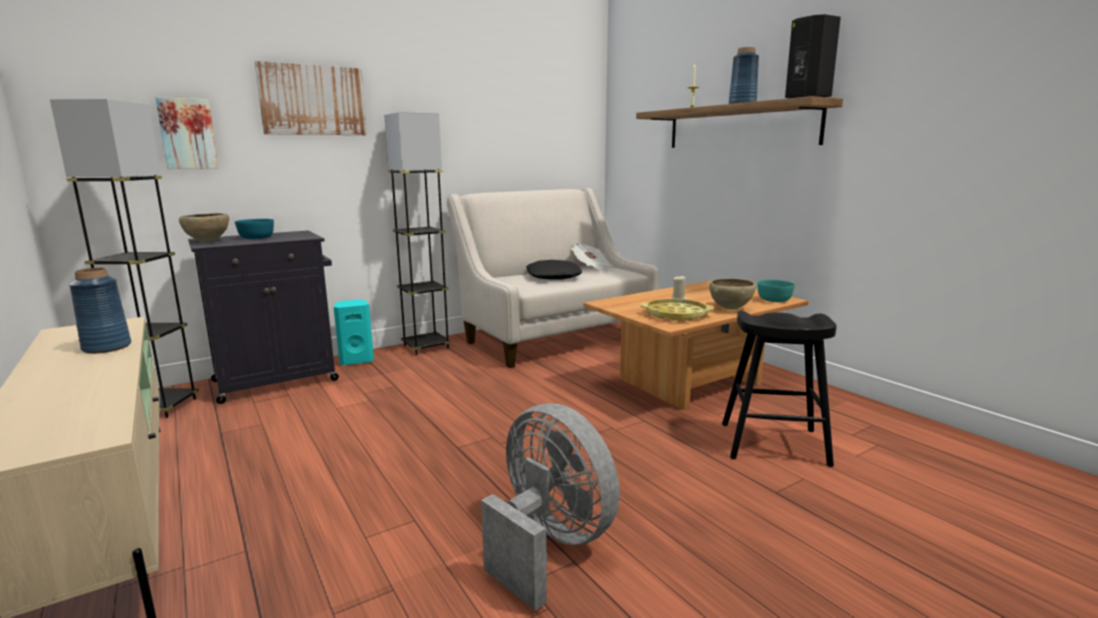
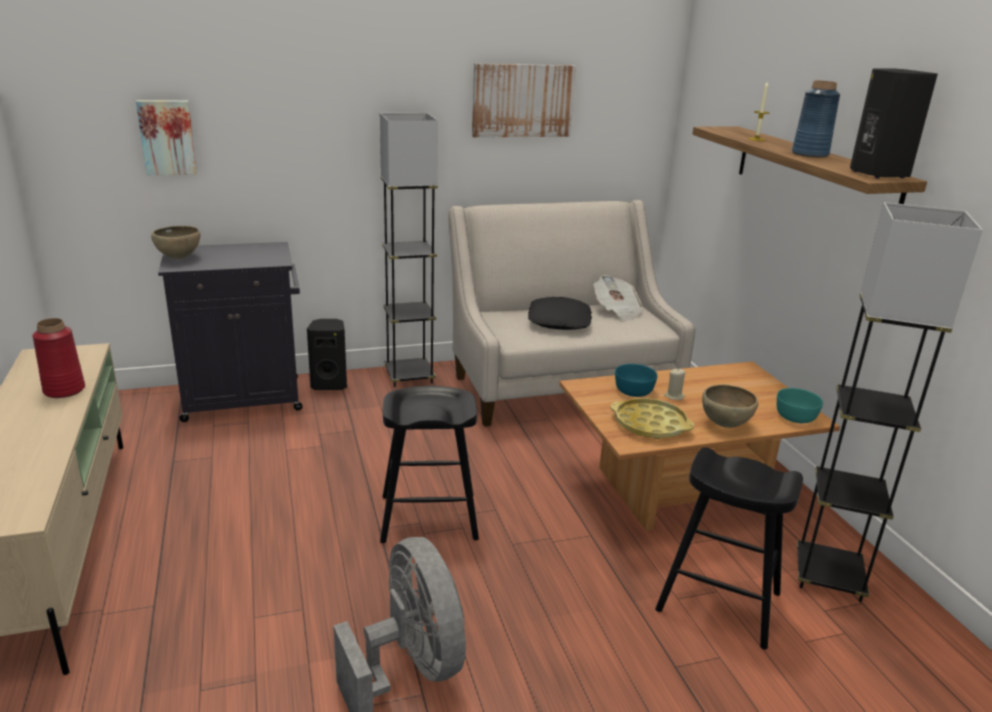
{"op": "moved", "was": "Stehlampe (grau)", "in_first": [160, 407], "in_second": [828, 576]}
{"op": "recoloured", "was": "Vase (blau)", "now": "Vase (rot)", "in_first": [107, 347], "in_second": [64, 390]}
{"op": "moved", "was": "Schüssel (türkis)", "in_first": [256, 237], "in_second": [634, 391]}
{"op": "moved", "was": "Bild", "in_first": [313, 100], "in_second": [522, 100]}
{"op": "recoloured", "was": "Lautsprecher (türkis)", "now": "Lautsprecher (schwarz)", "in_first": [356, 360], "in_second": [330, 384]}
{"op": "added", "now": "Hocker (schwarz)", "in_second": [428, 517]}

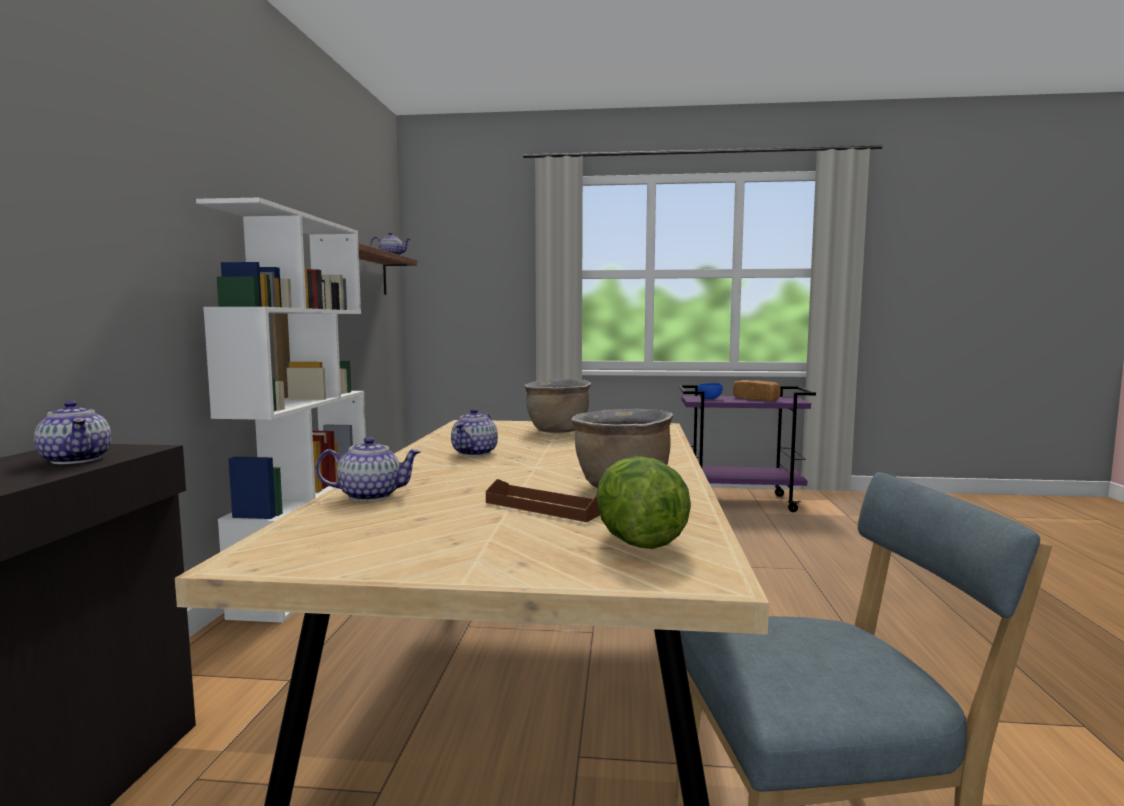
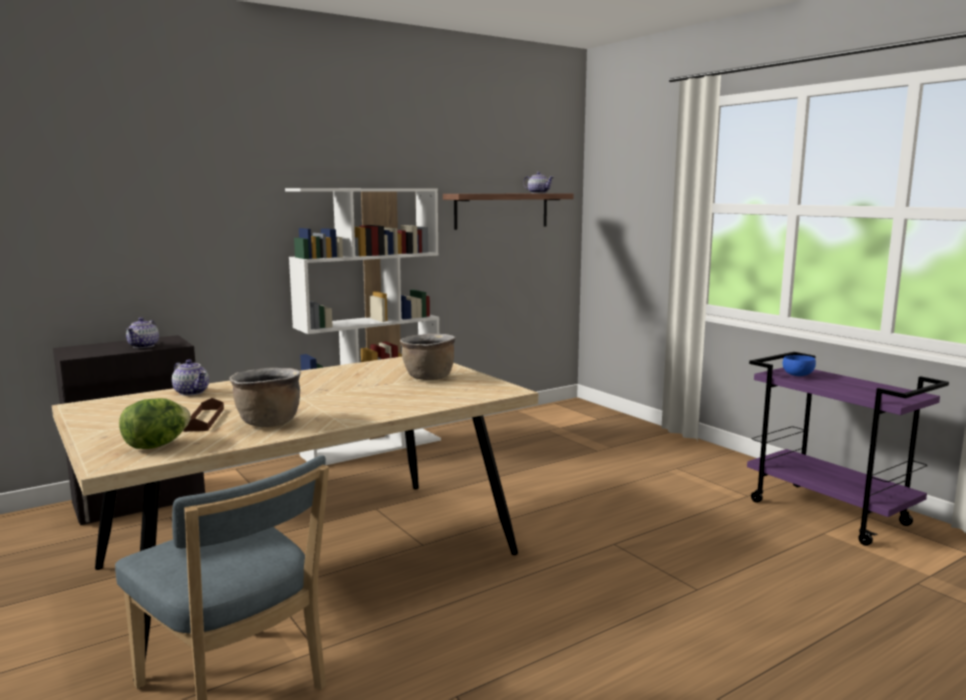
{"op": "removed", "was": "Teekanne", "in_first": [475, 453]}
{"op": "removed", "was": "Brot", "in_first": [756, 399]}

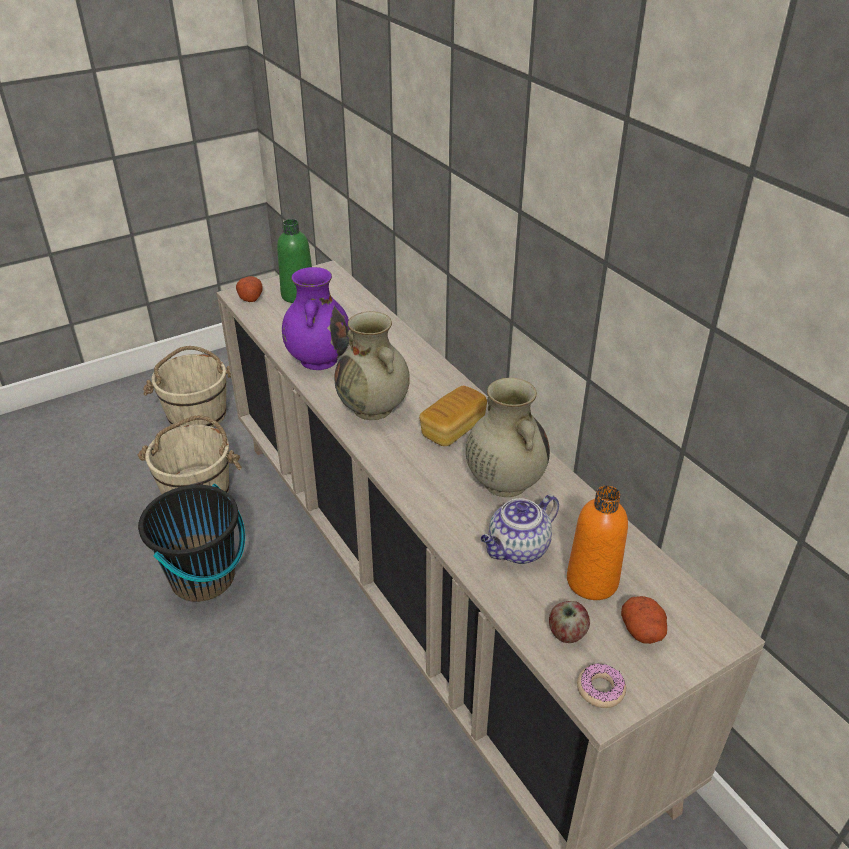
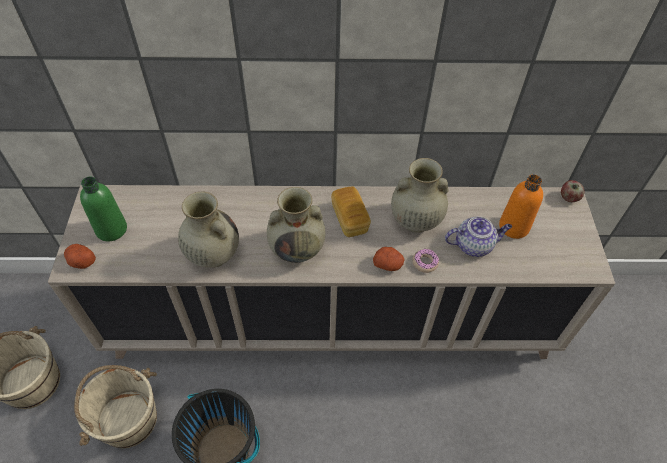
{"op": "recoloured", "was": "Vase (lila)", "now": "Vase (beige)", "in_first": [319, 359], "in_second": [212, 254]}
{"op": "turned", "was": "Teekanne", "in_first": [517, 550], "in_second": [474, 245], "clockwise": -90}
{"op": "moved", "was": "Apfel", "in_first": [566, 633], "in_second": [568, 198]}
{"op": "moved", "was": "Donut", "in_first": [600, 689], "in_second": [425, 262]}
{"op": "moved", "was": "Kartoffel", "in_first": [643, 631], "in_second": [388, 264]}

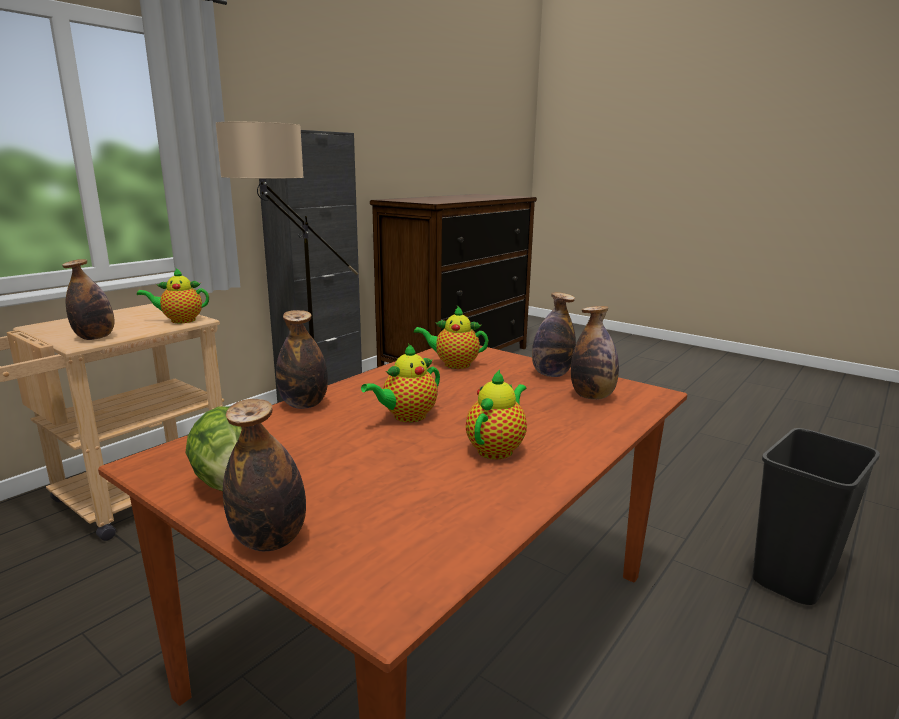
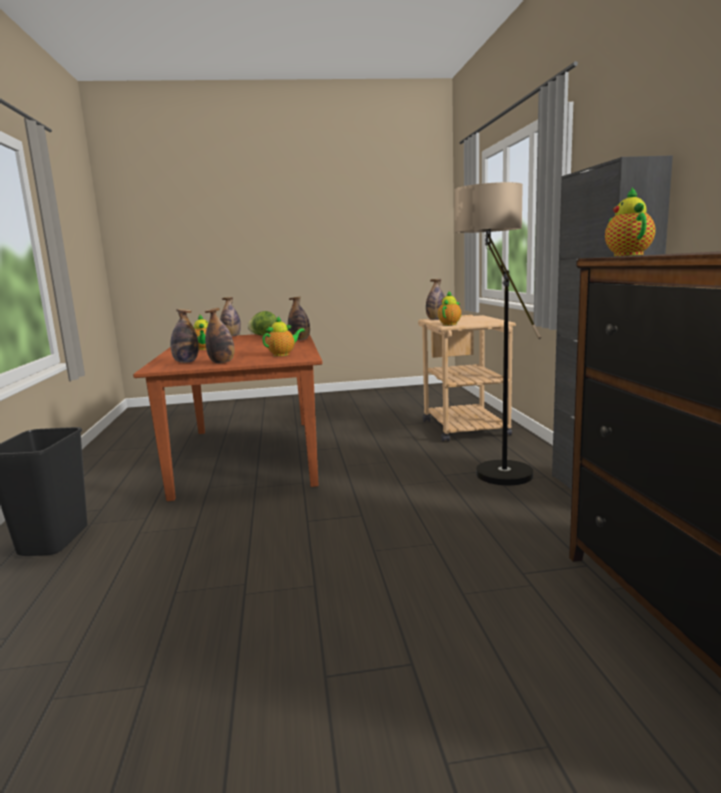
{"op": "moved", "was": "Teekanne", "in_first": [406, 417], "in_second": [626, 255]}

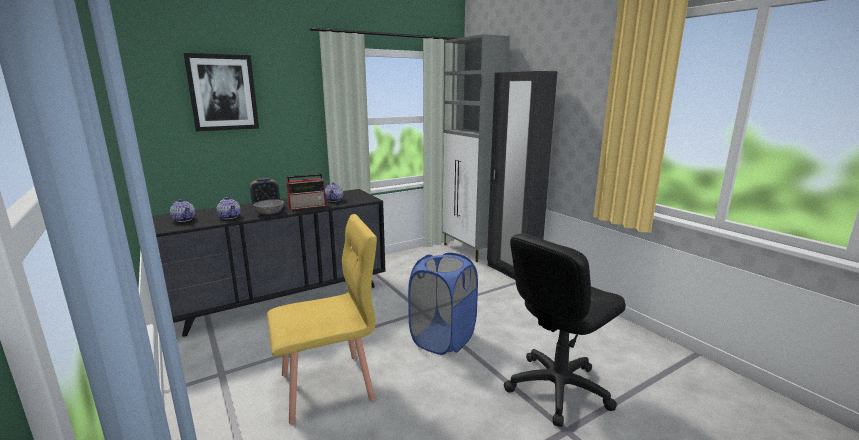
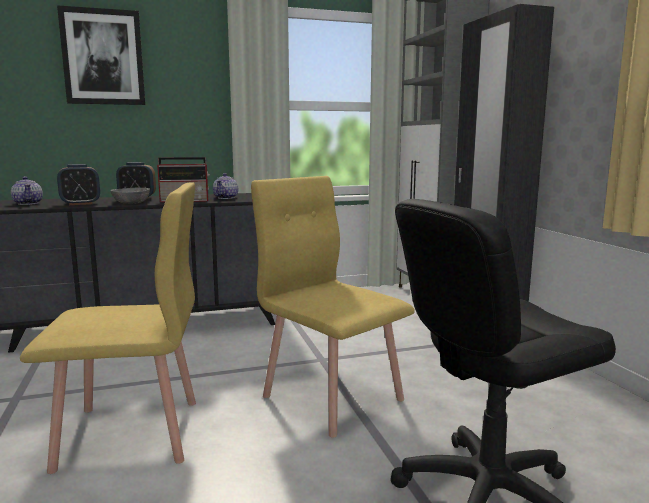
{"op": "replaced", "was": "Teekanne", "now": "Wecker", "in_first": [230, 217], "in_second": [80, 204]}
{"op": "replaced", "was": "Wäschekorb (blau)", "now": "Stuhl (gelb)", "in_first": [443, 339], "in_second": [332, 397]}

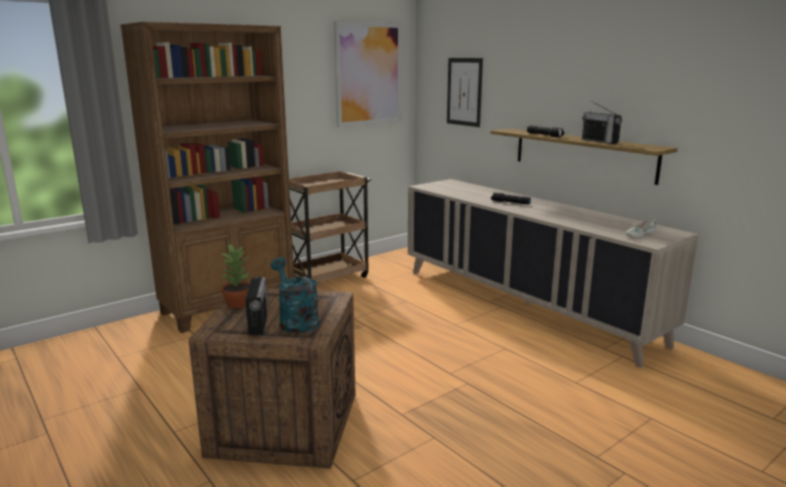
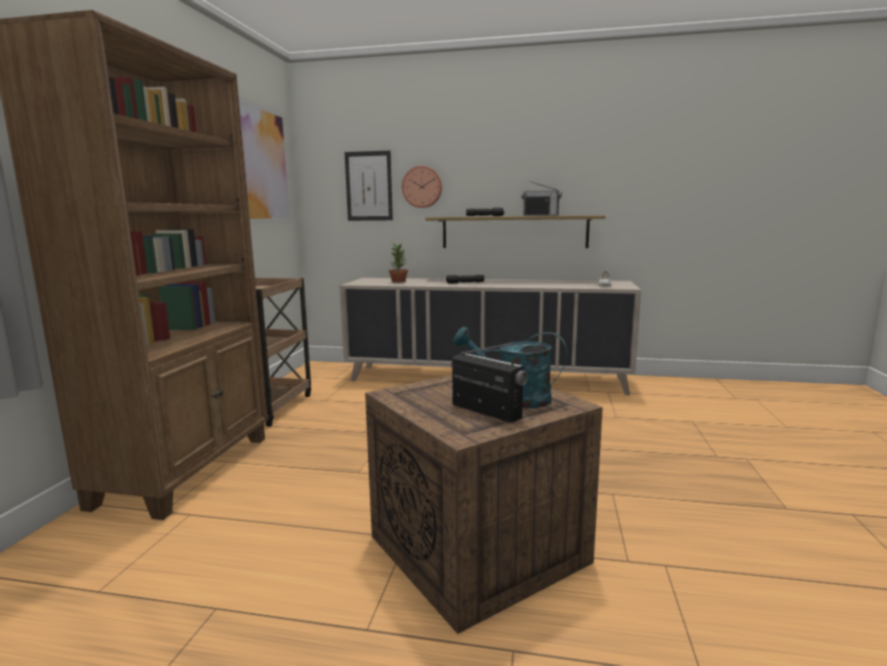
{"op": "moved", "was": "Topfpflanze", "in_first": [238, 303], "in_second": [398, 281]}
{"op": "added", "now": "Wanduhr", "in_second": [422, 187]}

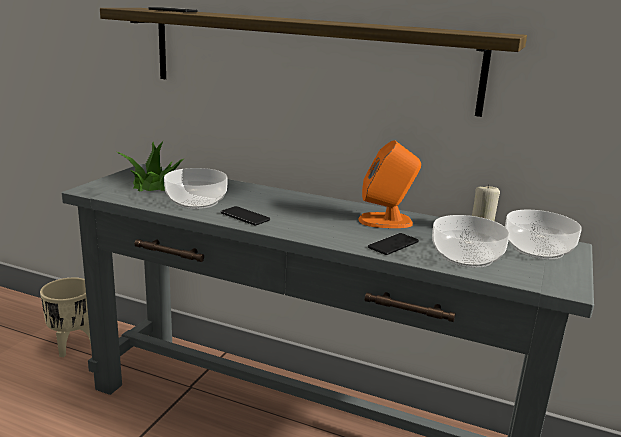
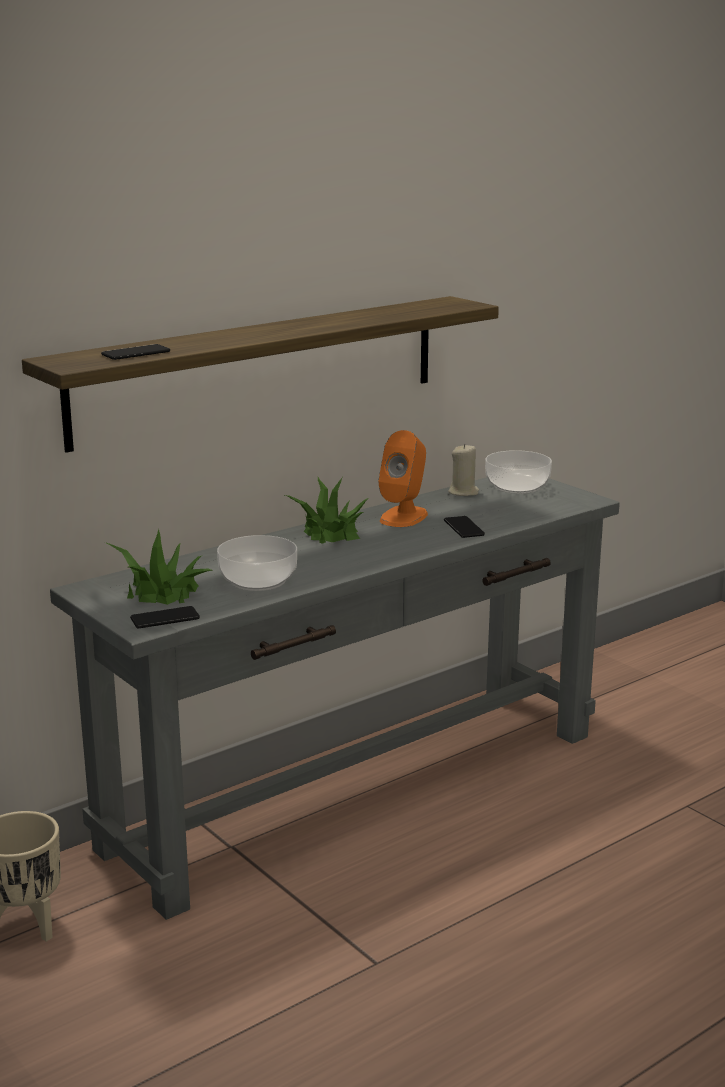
{"op": "moved", "was": "Handy", "in_first": [245, 216], "in_second": [165, 618]}
{"op": "removed", "was": "Schüssel", "in_first": [466, 257]}
{"op": "added", "now": "Topfpflanze", "in_second": [331, 532]}

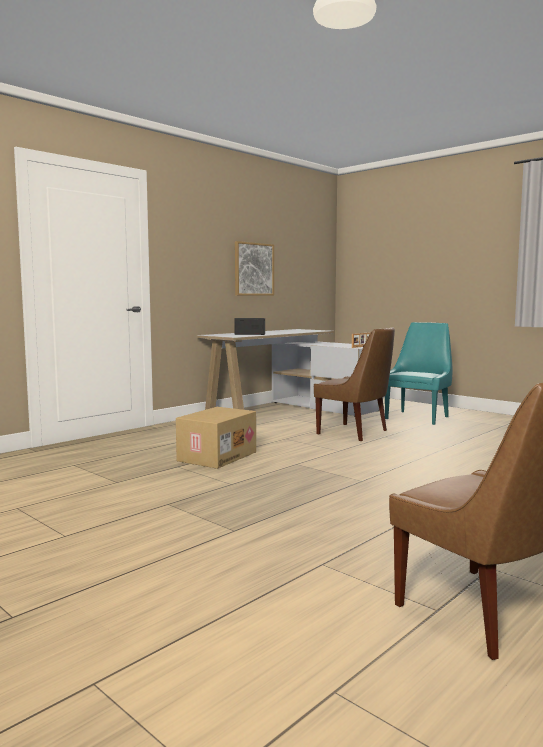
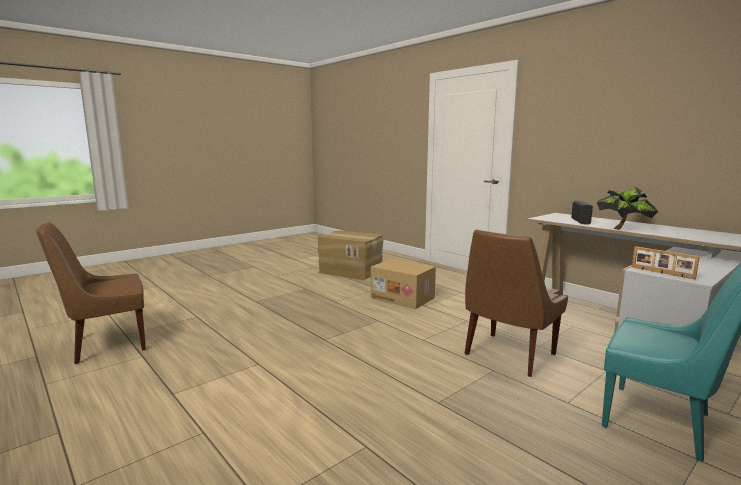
{"op": "removed", "was": "Bild", "in_first": [253, 269]}
{"op": "added", "now": "Karton", "in_second": [351, 271]}
{"op": "added", "now": "Topfpflanze", "in_second": [623, 229]}

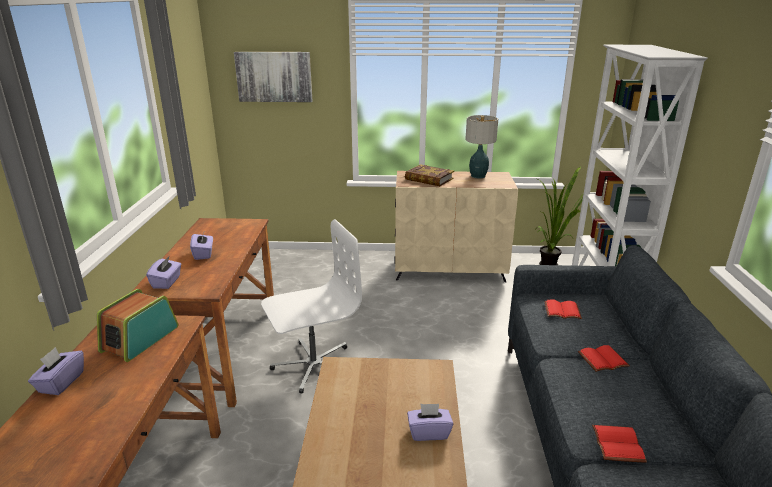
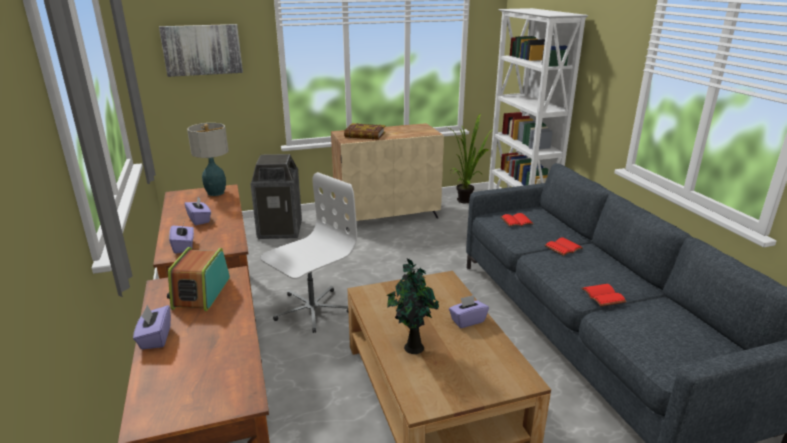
{"op": "moved", "was": "Tischlampe", "in_first": [477, 176], "in_second": [215, 193]}
{"op": "added", "now": "Mülleimer", "in_second": [280, 230]}
{"op": "added", "now": "Topfpflanze", "in_second": [412, 347]}

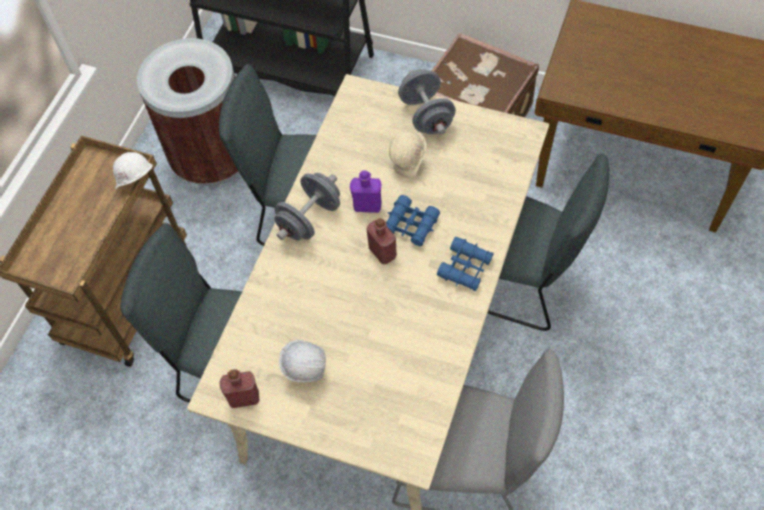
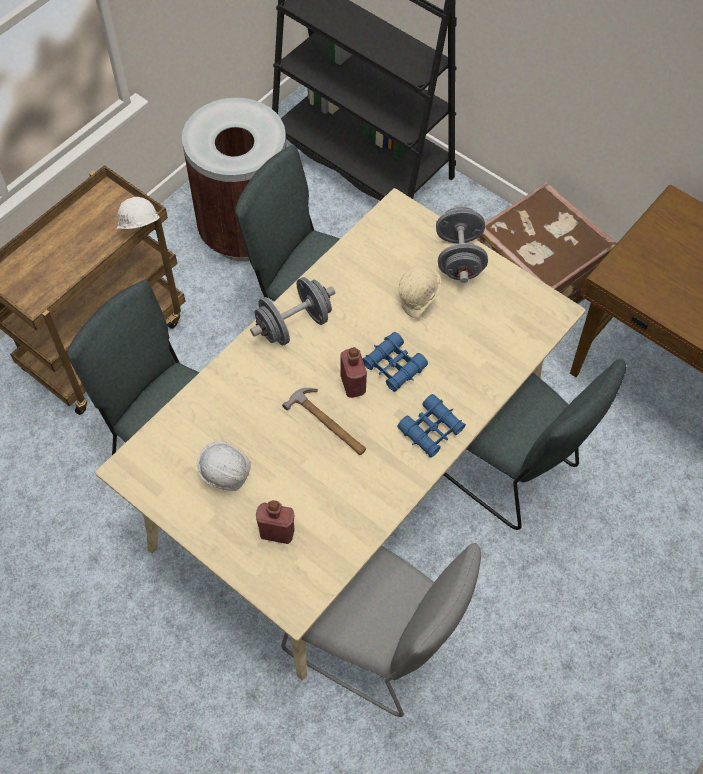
{"op": "moved", "was": "Flasche (rot)", "in_first": [244, 398], "in_second": [277, 532]}
{"op": "removed", "was": "Flasche (lila)", "in_first": [367, 206]}
{"op": "added", "now": "Hammer", "in_second": [328, 424]}

